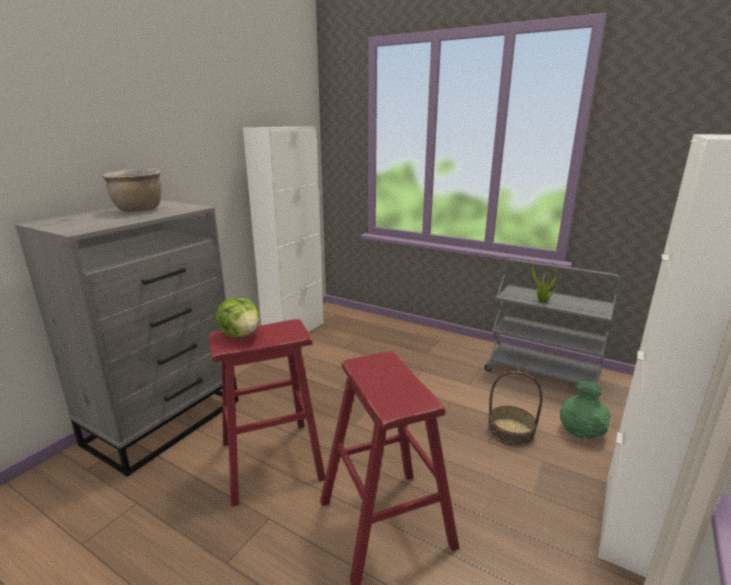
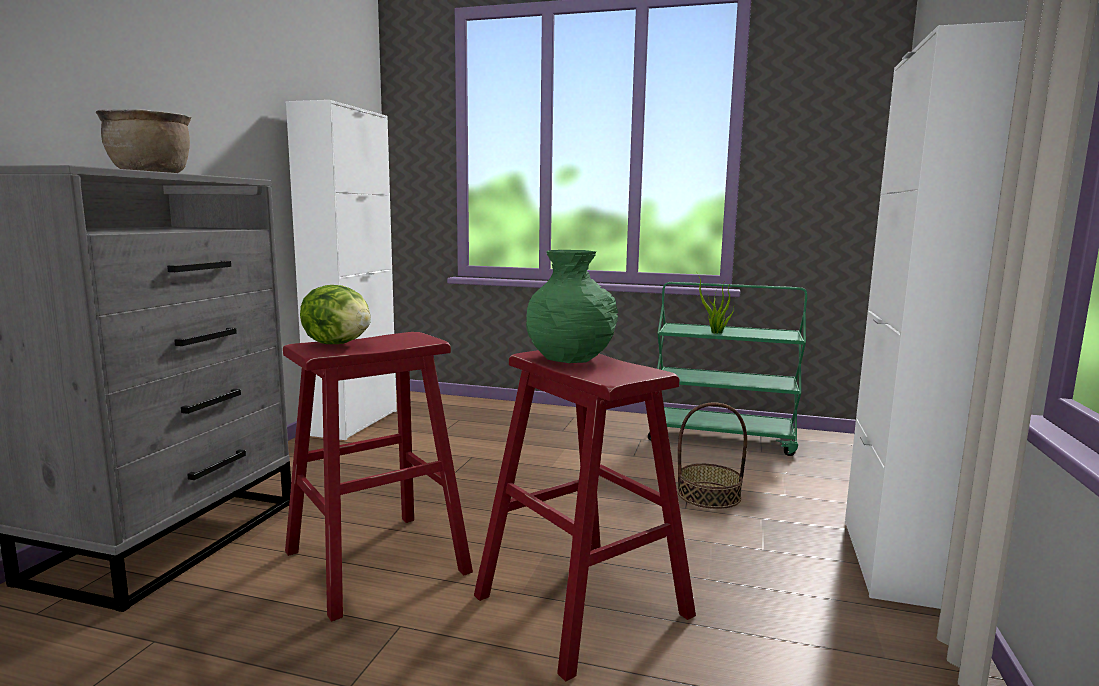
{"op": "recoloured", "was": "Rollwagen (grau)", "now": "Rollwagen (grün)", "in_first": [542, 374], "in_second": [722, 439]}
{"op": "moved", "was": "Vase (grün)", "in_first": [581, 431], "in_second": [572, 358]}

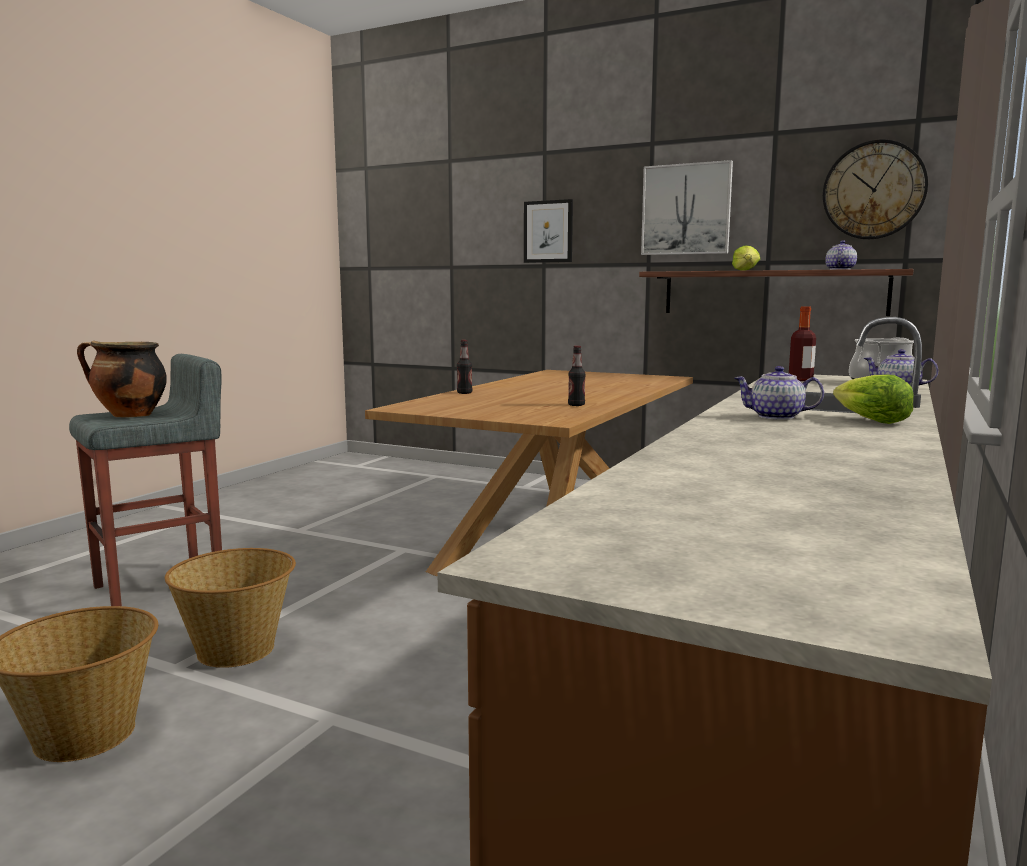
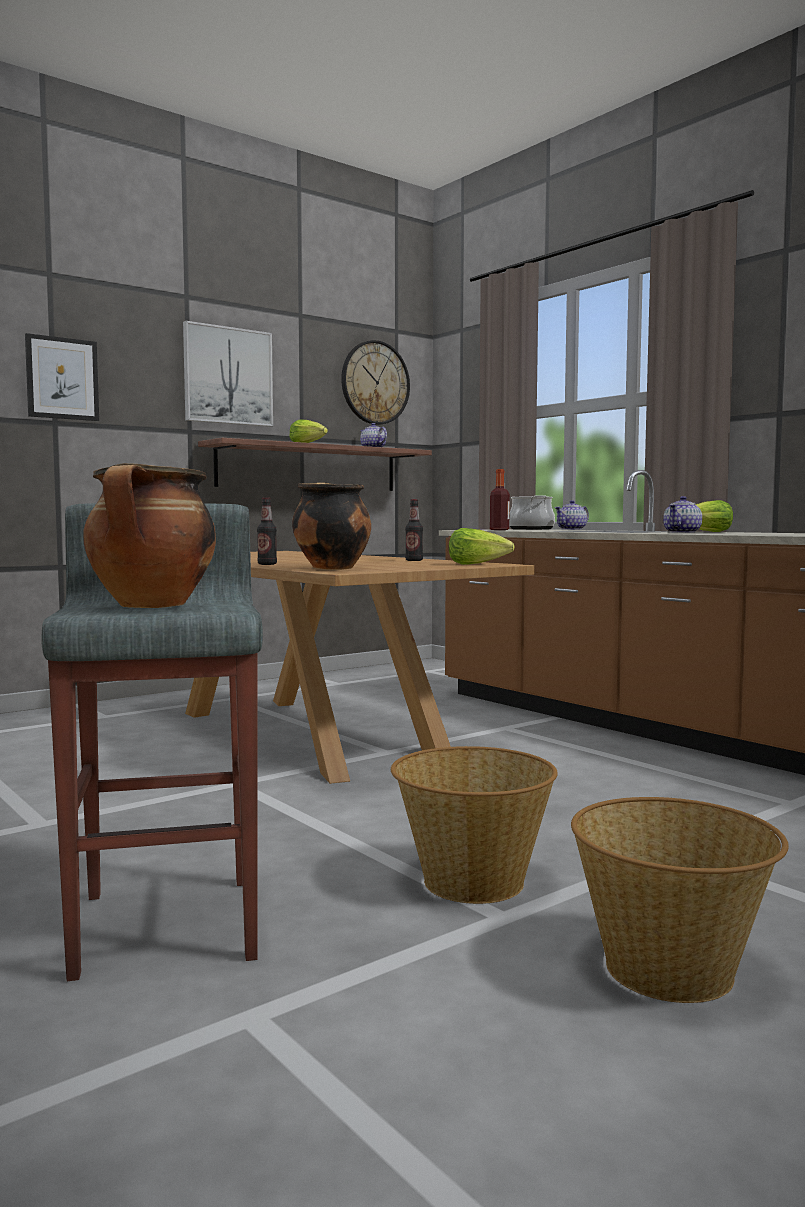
{"op": "added", "now": "Kochtopf", "in_second": [330, 568]}
{"op": "added", "now": "Salatkopf", "in_second": [477, 564]}

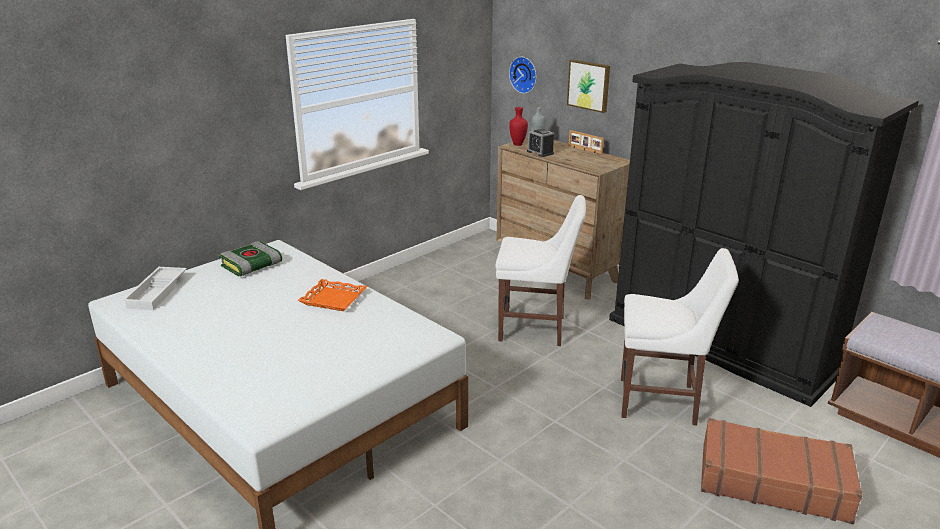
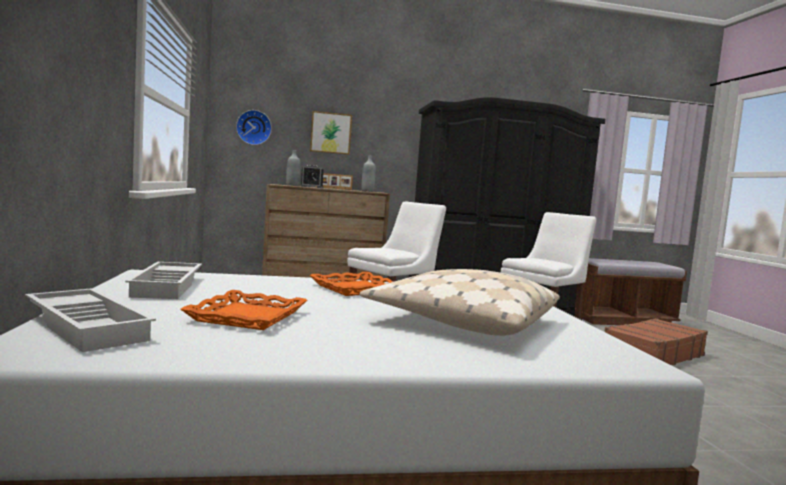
{"op": "replaced", "was": "Buch", "now": "Tablett (weiß)", "in_first": [251, 266], "in_second": [169, 286]}
{"op": "removed", "was": "Vase (rot)", "in_first": [518, 144]}
{"op": "added", "now": "Tablett (orange)", "in_second": [247, 316]}
{"op": "added", "now": "Kissen (beige)", "in_second": [462, 321]}
{"op": "added", "now": "Flasche (grau)", "in_second": [367, 191]}

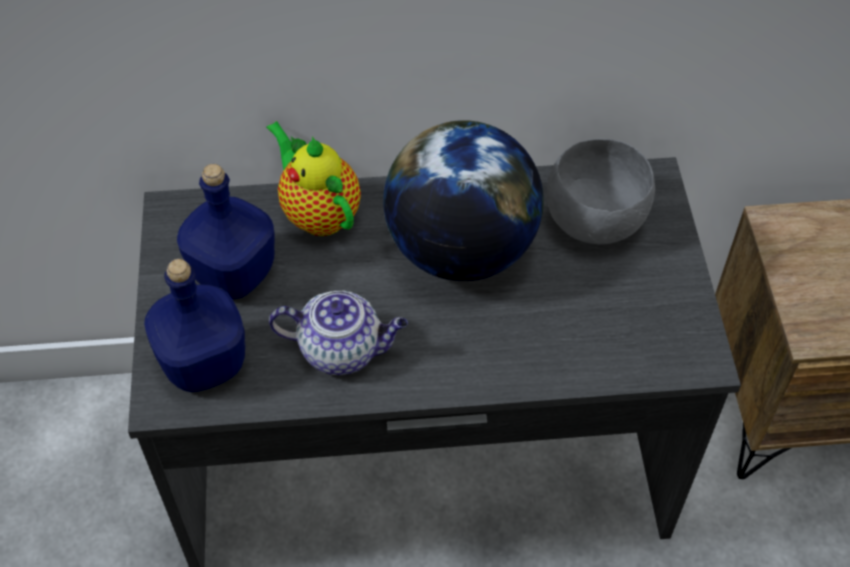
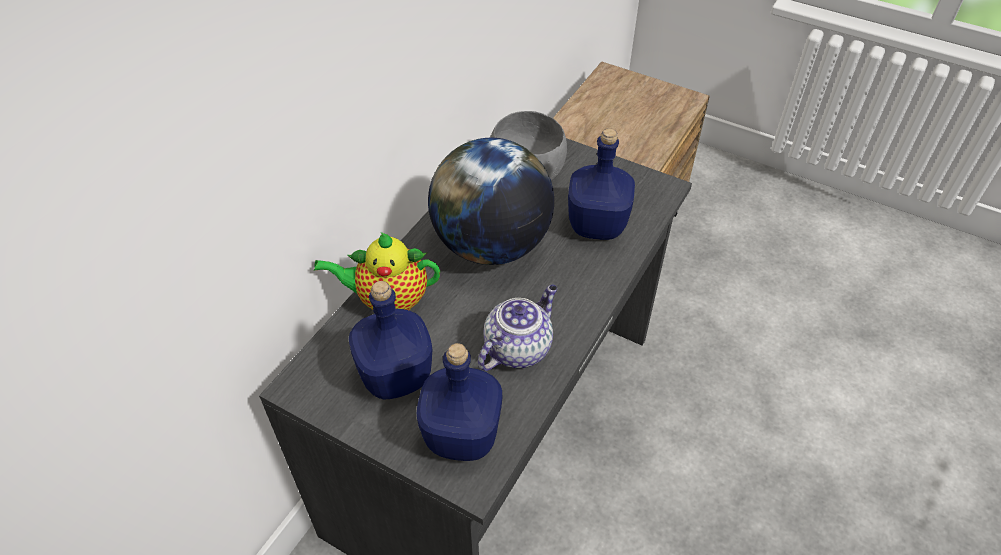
{"op": "added", "now": "Flasche (blau)", "in_second": [597, 226]}

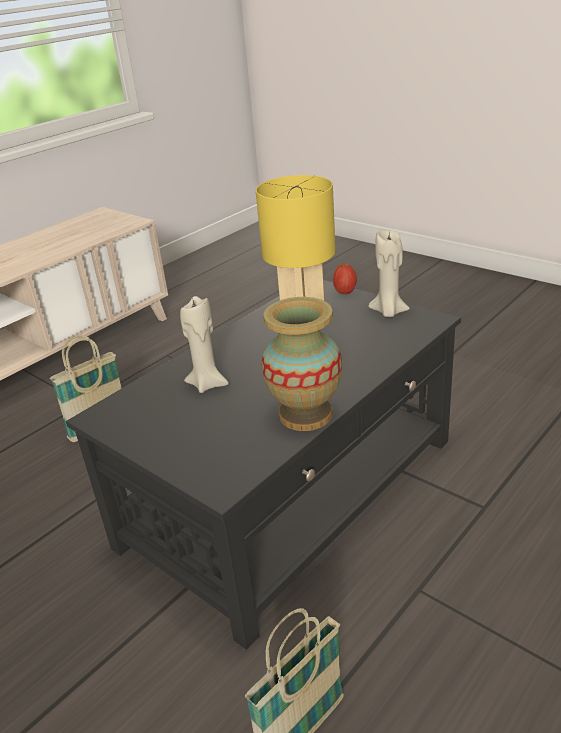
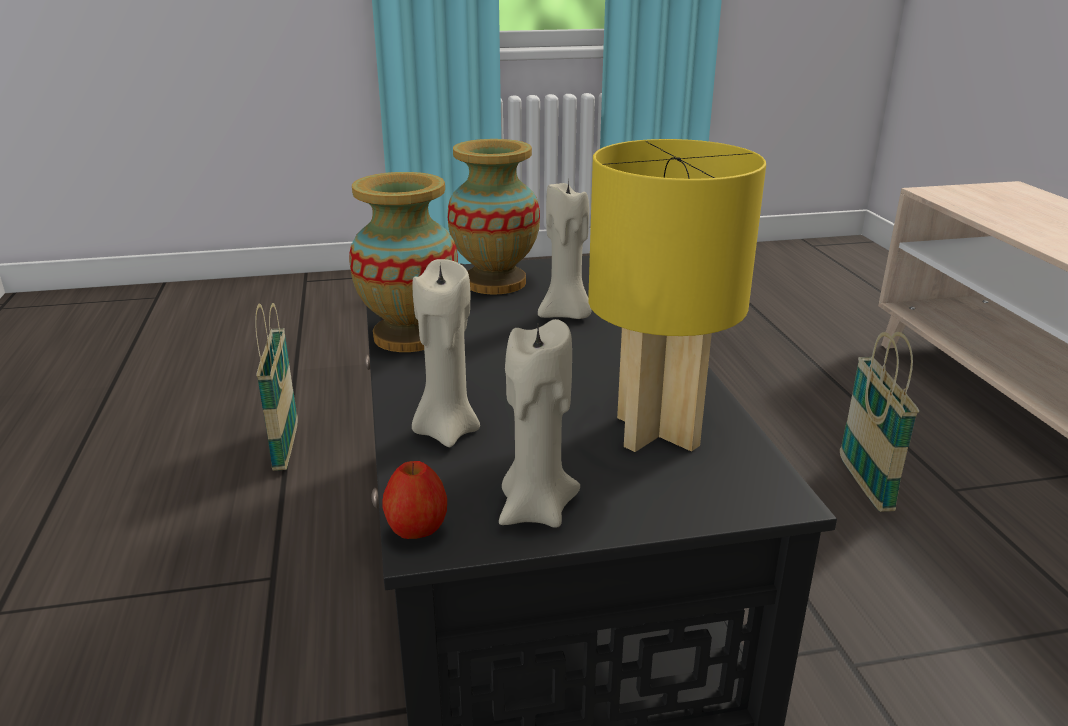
{"op": "moved", "was": "Apfel", "in_first": [345, 291], "in_second": [416, 531]}
{"op": "added", "now": "Kerze (beige)", "in_second": [446, 431]}
{"op": "added", "now": "Vase", "in_second": [494, 283]}

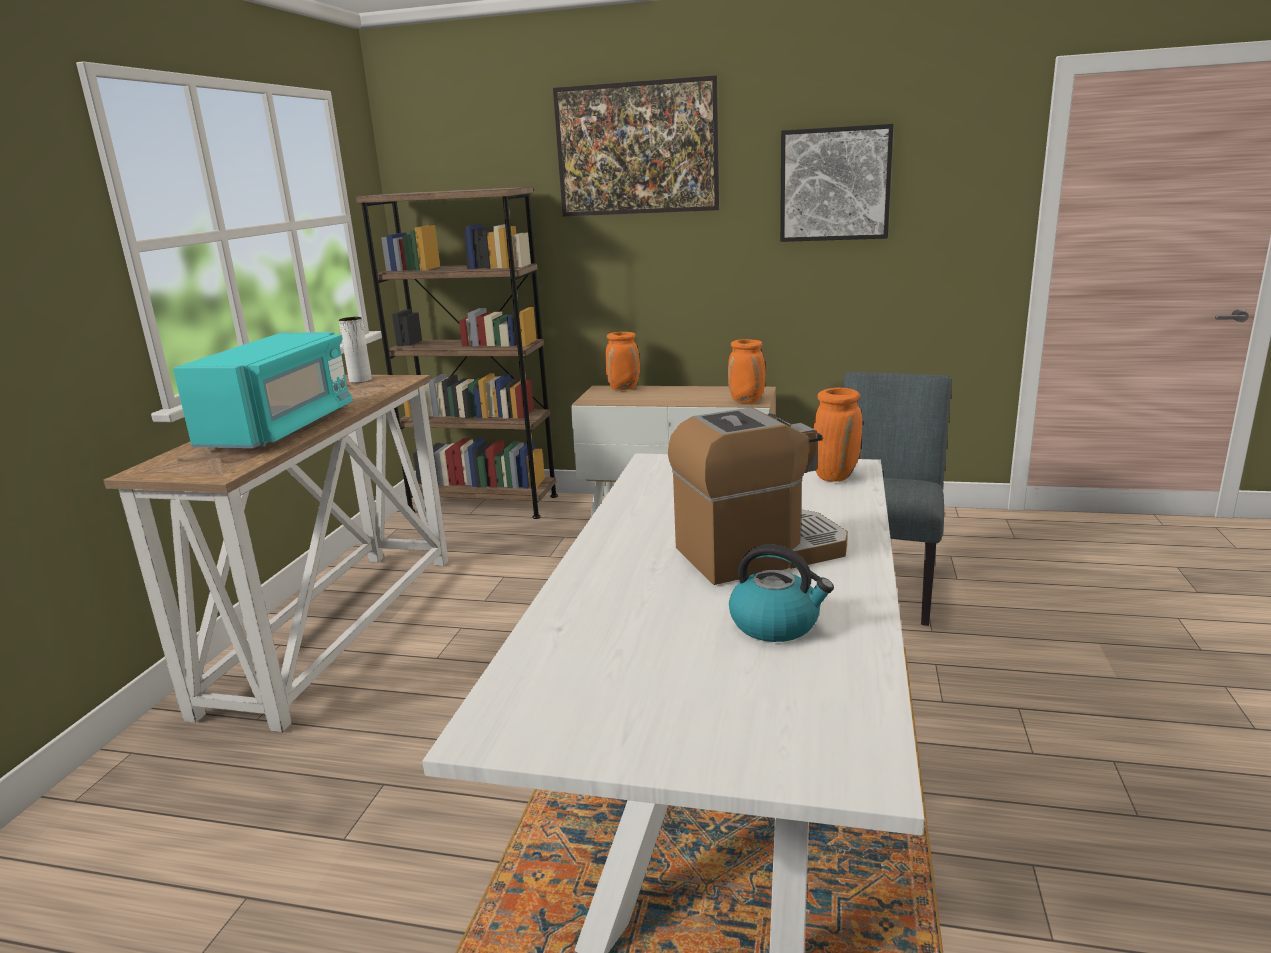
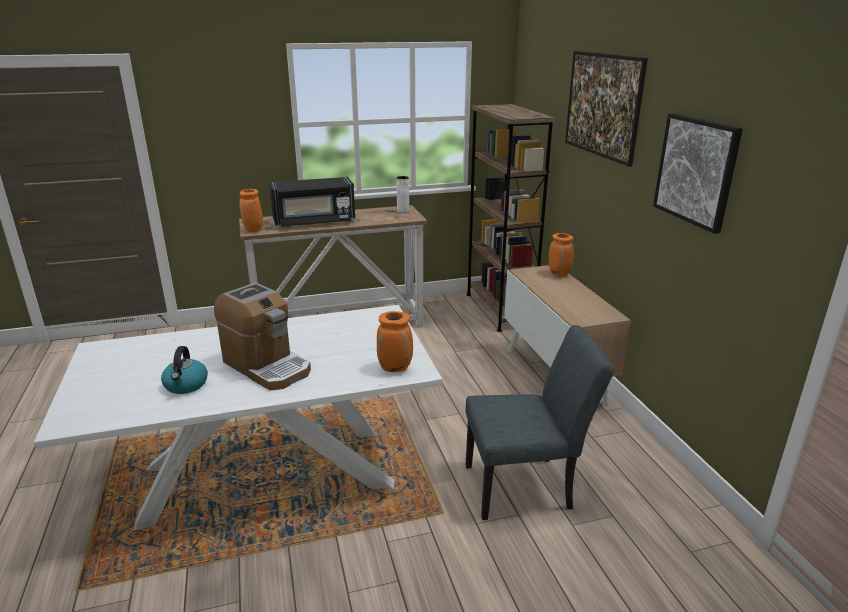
{"op": "recoloured", "was": "Mikrowelle (türkis)", "now": "Mikrowelle (schwarz)", "in_first": [281, 428], "in_second": [314, 222]}
{"op": "moved", "was": "Vase (orange)", "in_first": [747, 401], "in_second": [254, 230]}

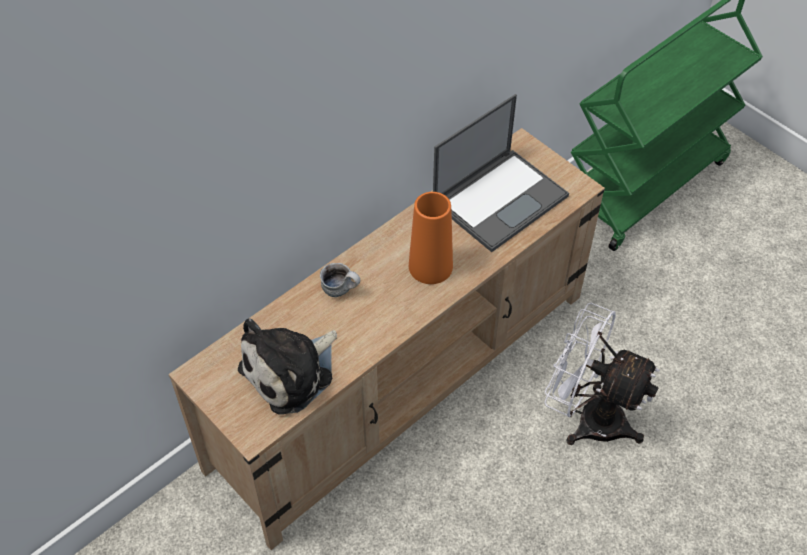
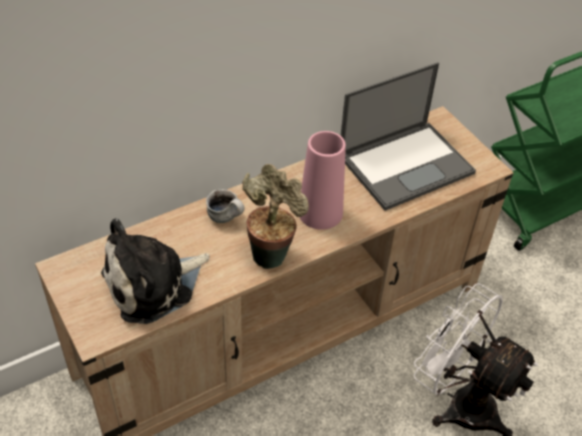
{"op": "recoloured", "was": "Vase (orange)", "now": "Vase (rosa)", "in_first": [430, 266], "in_second": [320, 212]}
{"op": "added", "now": "Topfpflanze", "in_second": [271, 252]}

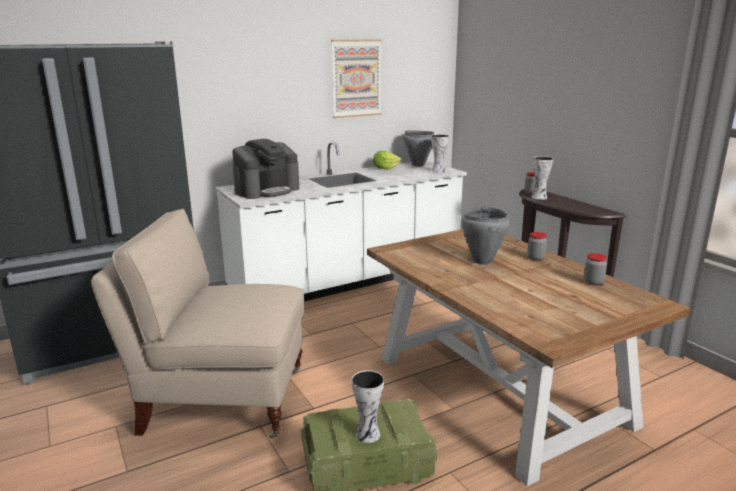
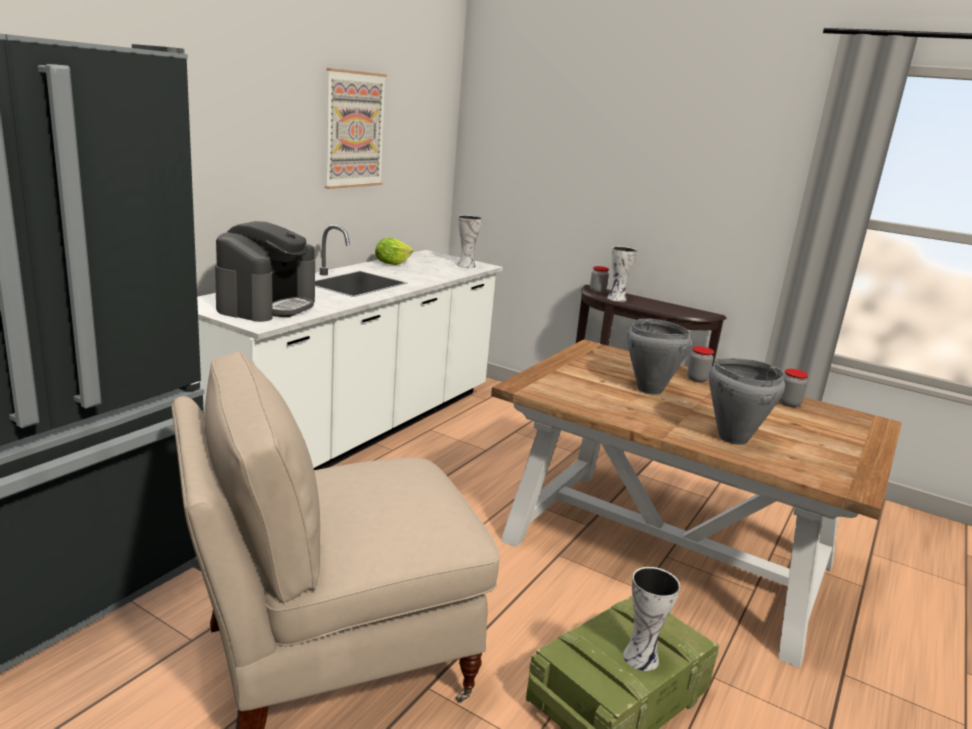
{"op": "moved", "was": "Kochtopf (grau)", "in_first": [418, 165], "in_second": [732, 438]}

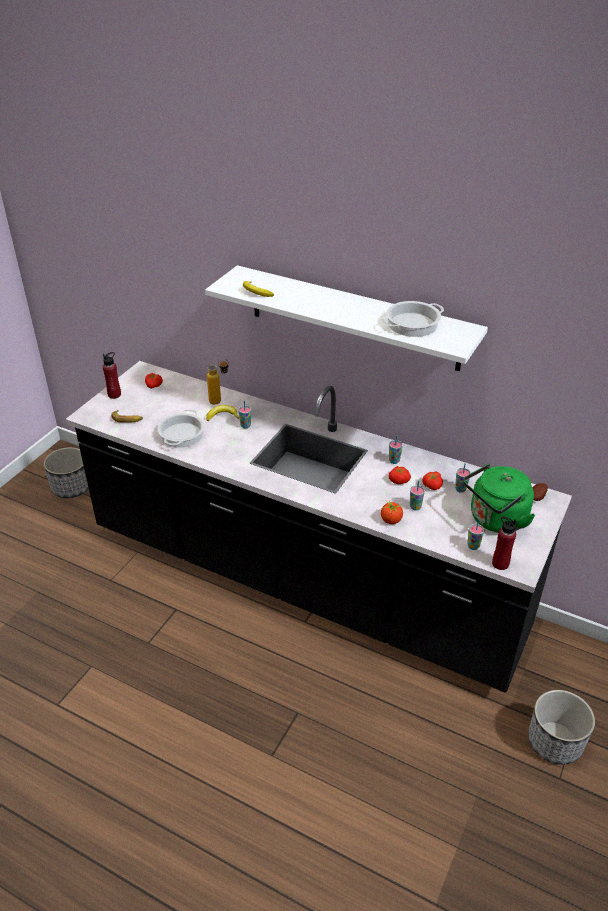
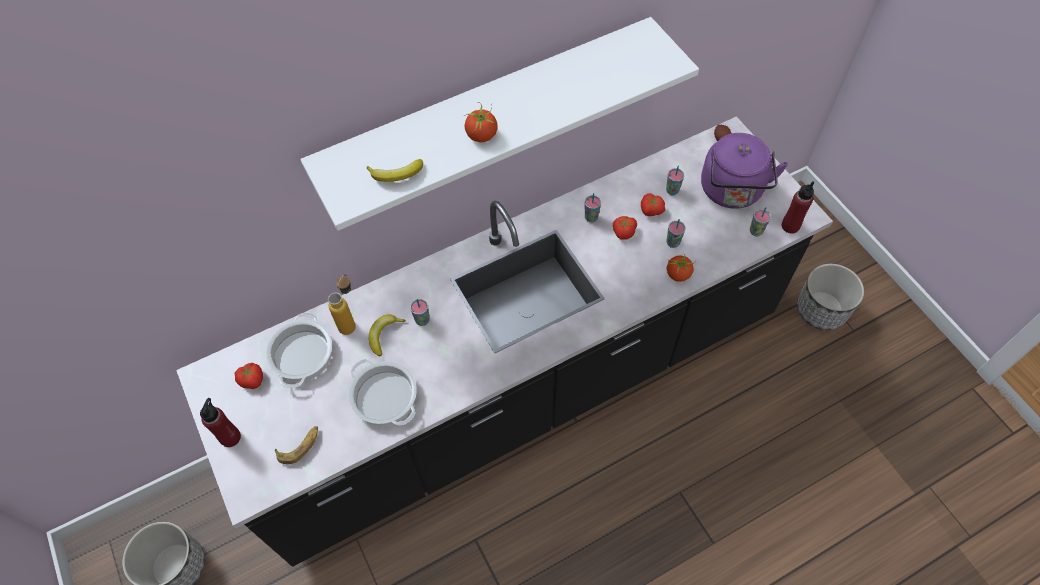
{"op": "moved", "was": "Kochtopf", "in_first": [412, 324], "in_second": [301, 354]}
{"op": "recoloured", "was": "Wasserkessel (grün)", "now": "Wasserkessel (lila)", "in_first": [495, 520], "in_second": [732, 192]}
{"op": "added", "now": "Tomate", "in_second": [481, 135]}

